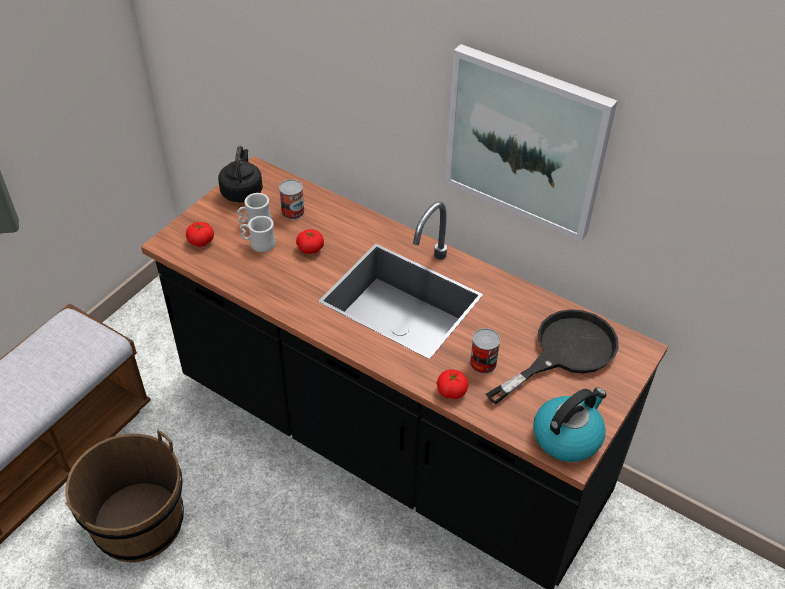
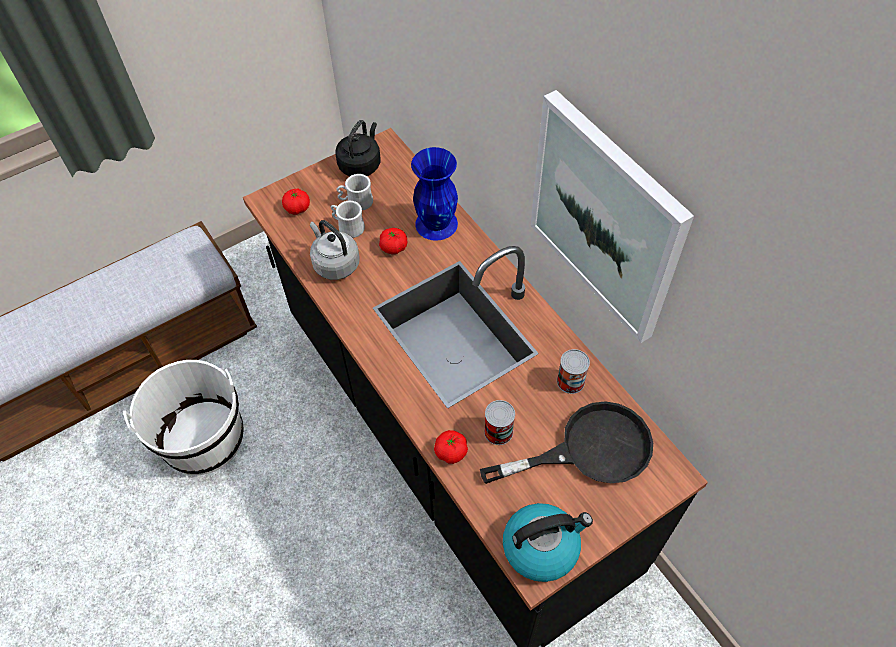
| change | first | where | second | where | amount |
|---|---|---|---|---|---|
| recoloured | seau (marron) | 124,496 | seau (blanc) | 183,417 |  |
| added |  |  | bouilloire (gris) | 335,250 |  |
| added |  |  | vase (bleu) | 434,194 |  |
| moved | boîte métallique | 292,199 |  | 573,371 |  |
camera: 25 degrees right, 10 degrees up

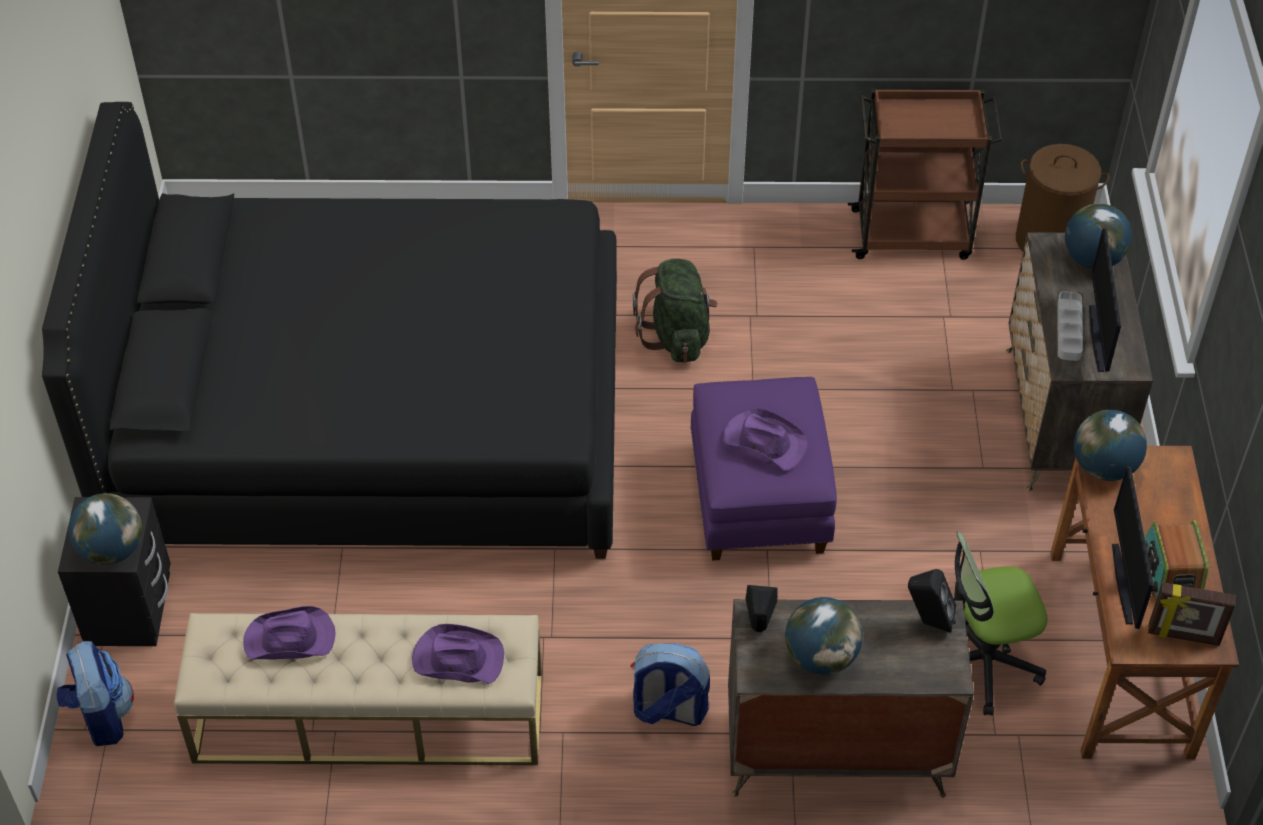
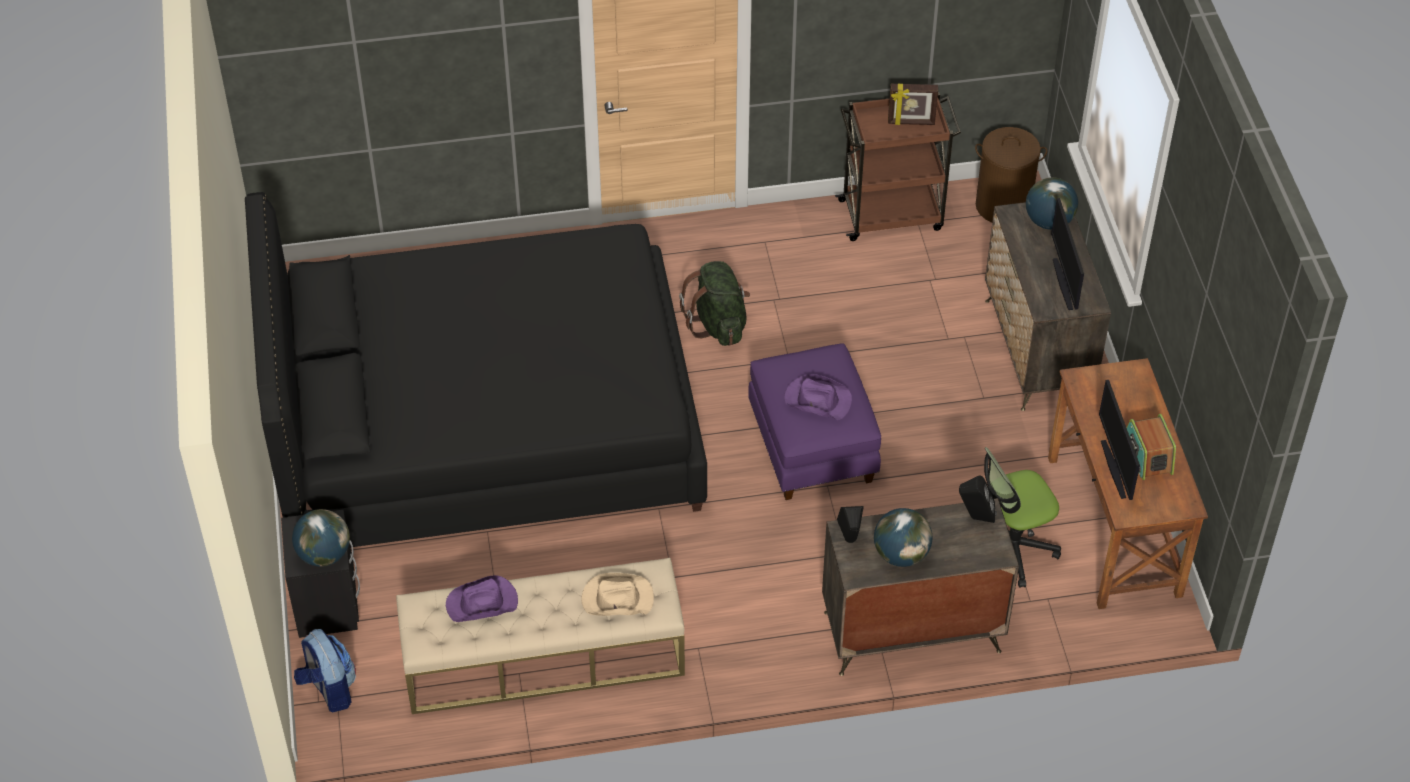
| change | first | where | second | where | amount |
|---|---|---|---|---|---|
| recoloured | chapeau (violet) | 458,654 | chapeau (beige) | 617,594 |  |
| moved | cadre photo | 1192,614 |  | 913,104 |  |
| removed | sac à dos | 670,684 |  |  |  |
| removed | plateau (gris) | 1070,326 |  |  |  |
| removed | globe | 1110,445 |  |  |  |
camera: 10 degrees left, 0 degrees up

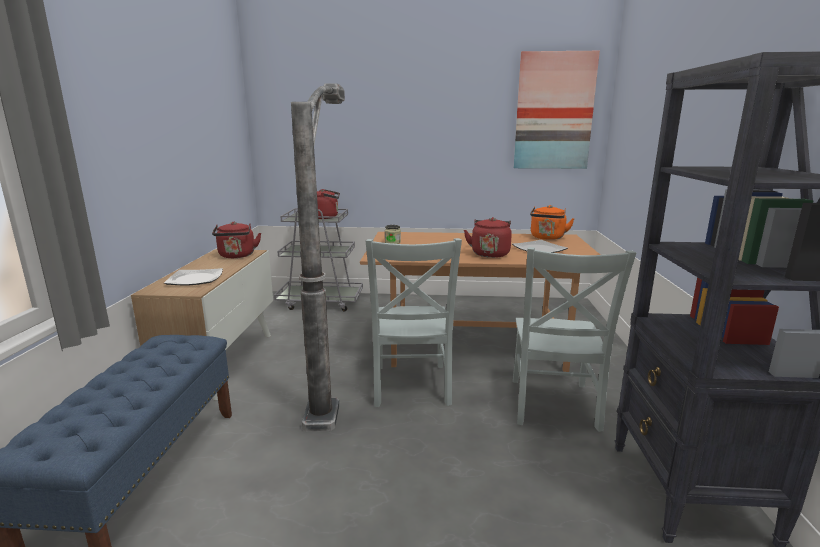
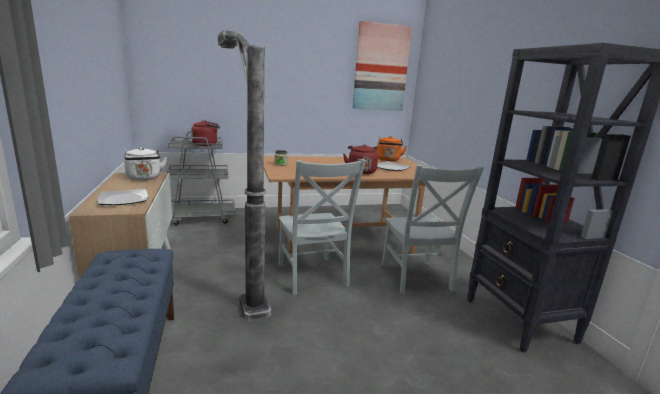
| change | first | where | second | where | amount |
|---|---|---|---|---|---|
| recoloured | bouilloire (rouge) | 236,240 | bouilloire (blanc) | 145,163 |  |
camera: 20 degrees left, 0 degrees up

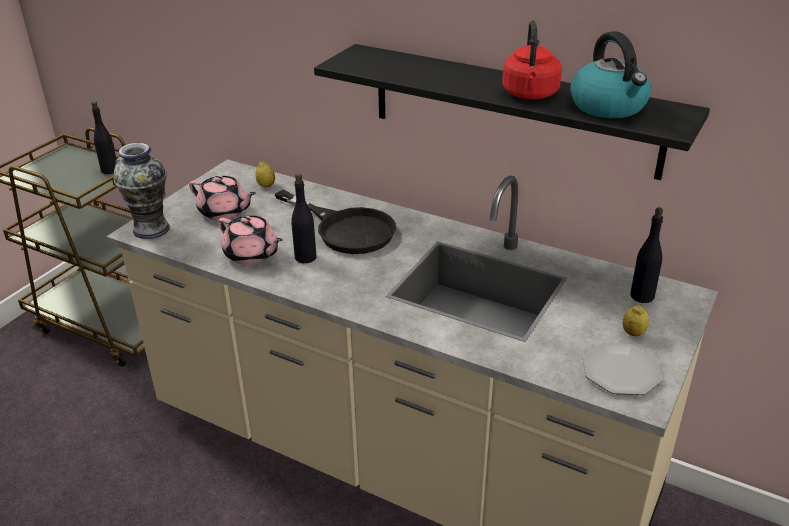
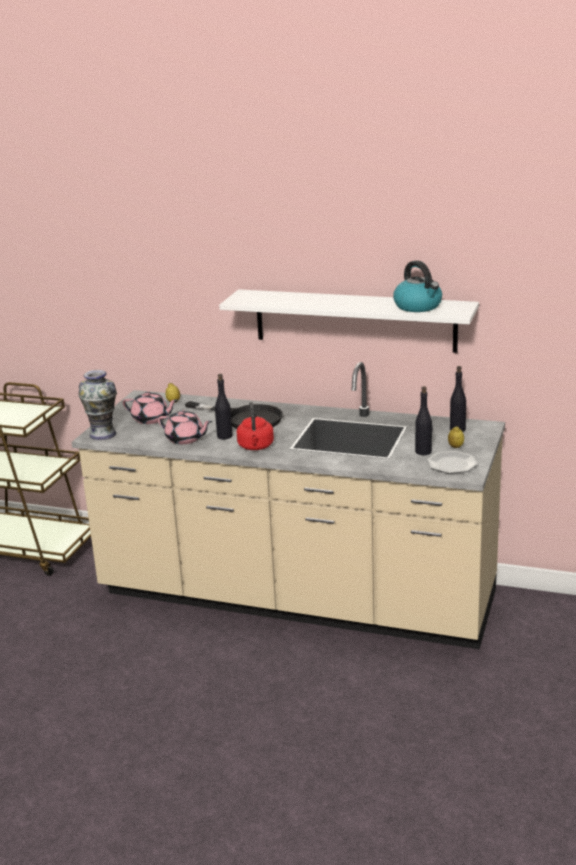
| change | first | where | second | where | amount |
|---|---|---|---|---|---|
| recoloured | étagère (noir) | 512,112 | étagère (blanc) | 349,321 |  |
| moved | bouilloire (rouge) | 532,59 |  | 255,426 |  |
| moved | bouteille (noir) | 103,137 |  | 424,420 |  |
camera: 10 degrees left, 10 degrees down

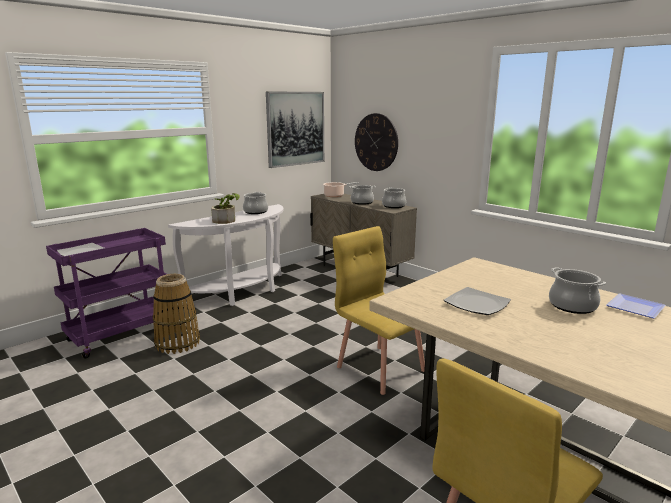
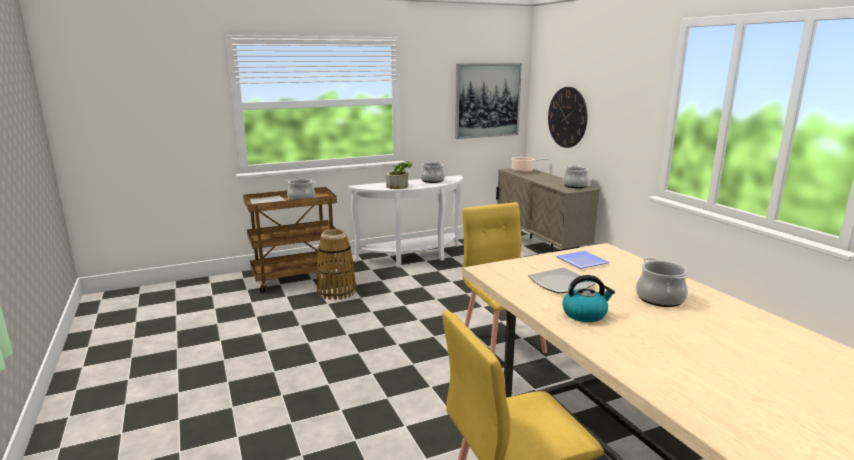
| change | first | where | second | where | amount |
|---|---|---|---|---|---|
| recoloured | chariot (violet) | 106,293 | chariot (marron) | 290,240 |  |
| moved | marmite | 362,195 |  | 300,189 |  |
| moved | assiette | 636,305 |  | 583,260 |  |
| added |  |  | bouilloire | 588,298 |  |
camera: 20 degrees right, 0 degrees up

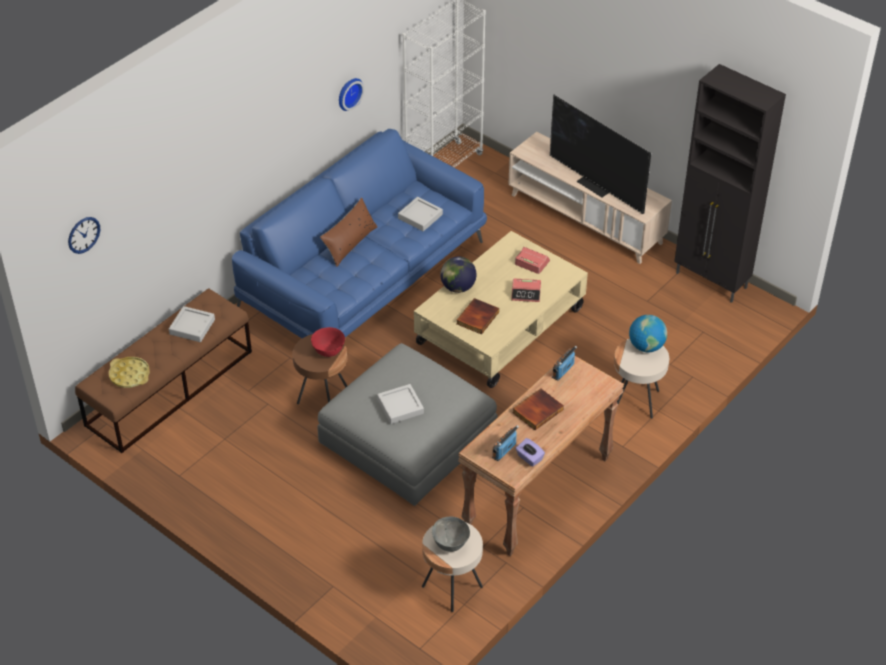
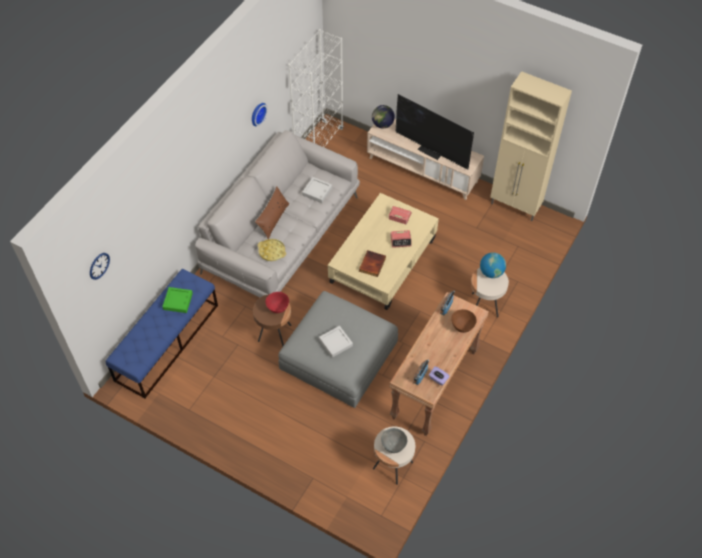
| change | first | where | second | where | amount |
|---|---|---|---|---|---|
| recoloured | banc (marron) | 163,371 | banc (bleu) | 162,333 |  |
| recoloured | plateau (gris) | 192,324 | plateau (vert) | 177,300 |  |
| recoloured | canapé (bleu) | 359,233 | canapé (gris) | 277,214 |  |
| moved | plateau (jaune) | 129,372 |  | 271,250 |  |
| moved | globe | 458,275 |  | 383,116 |  |
| added |  |  | bol (marron) | 464,321 |  |
| recoloured | meuble de rangement (noir) | 730,183 | meuble de rangement (beige) | 531,146 |  |
| removed | livre | 538,409 |  |  |  |
camera: 10 degrees left, 10 degrees up

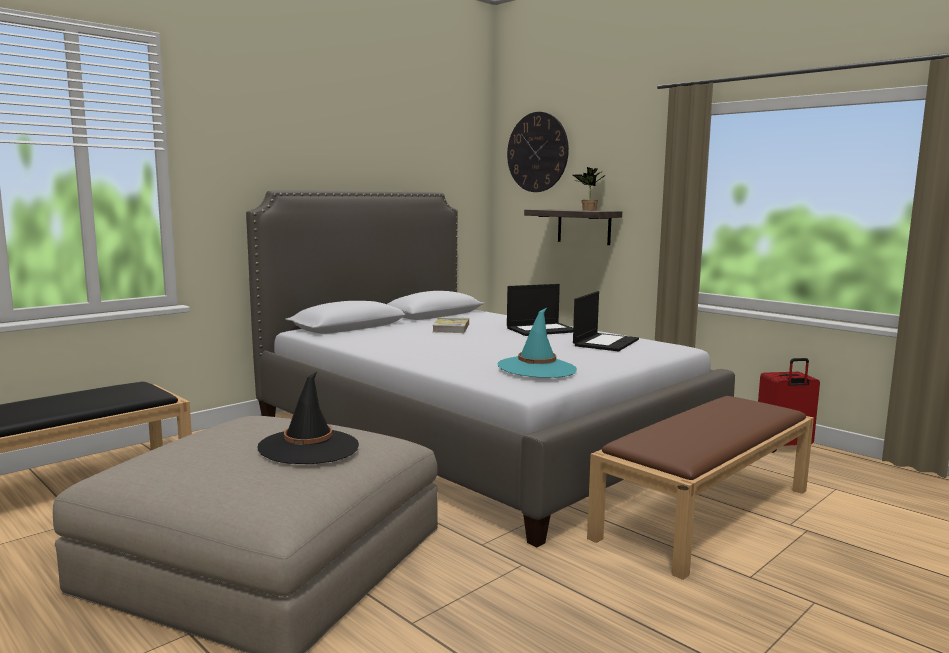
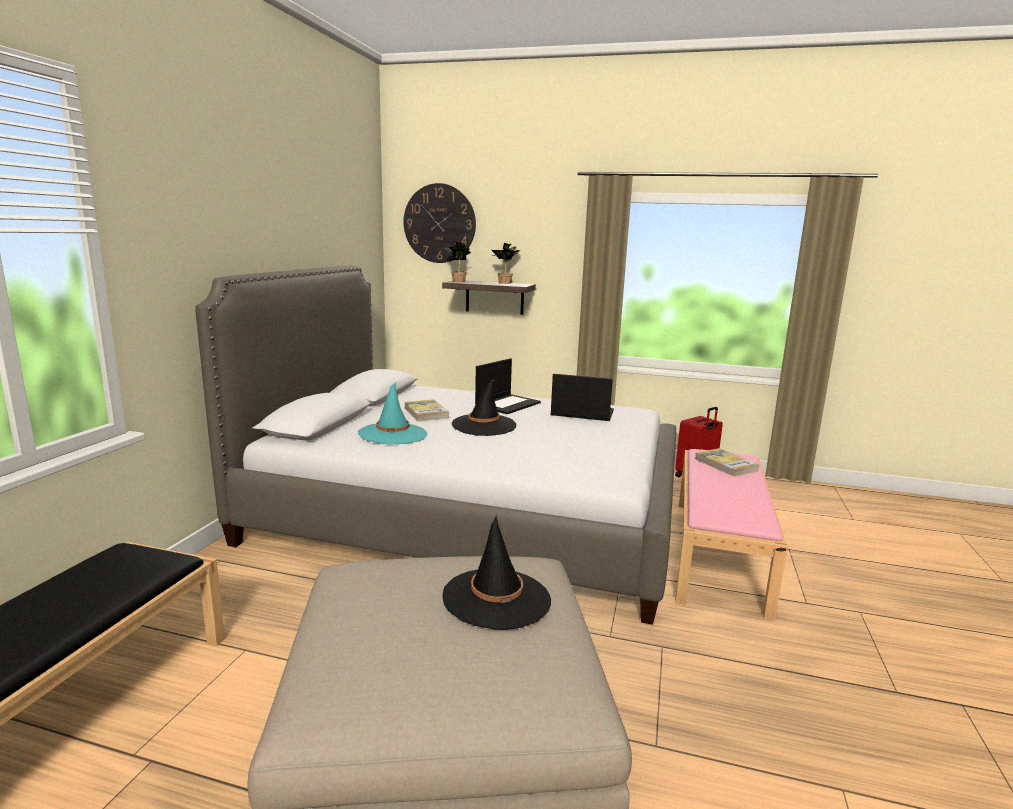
| change | first | where | second | where | amount |
|---|---|---|---|---|---|
| moved | chapeau (turquoise) | 537,343 |  | 392,412 |  |
| added |  |  | plante en pot | 457,261 |  |
| added |  |  | chapeau (noir) | 484,407 |  |
| turned | ordinateur portable | 606,321 |  | 582,397 | 75 degrees counterclockwise |
| recoloured | banc (marron) | 700,488 | banc (rose) | 731,535 |  |
| added |  |  | livre | 727,462 |  |
camera: 30 degrees left, 5 degrees up

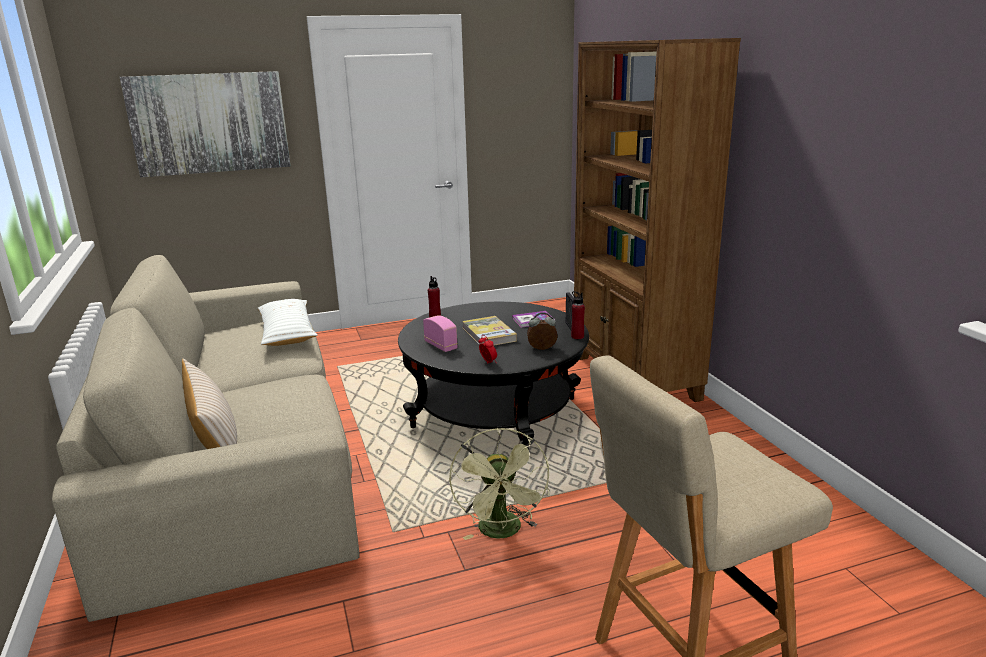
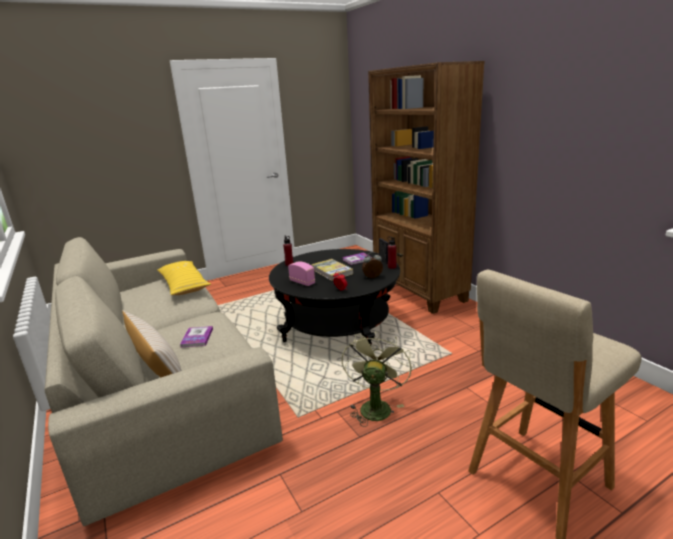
| change | first | where | second | where | amount |
|---|---|---|---|---|---|
| recoloured | coussin (blanc) | 287,322 | coussin (jaune) | 184,278 |  |
| added |  |  | livre | 196,336 |  |
| turned | ventilateur (vert) | 499,484 |  | 377,378 | 150 degrees counterclockwise |
| removed | tableau | 205,124 |  |  |  |
camera: 10 degrees left, 0 degrees up

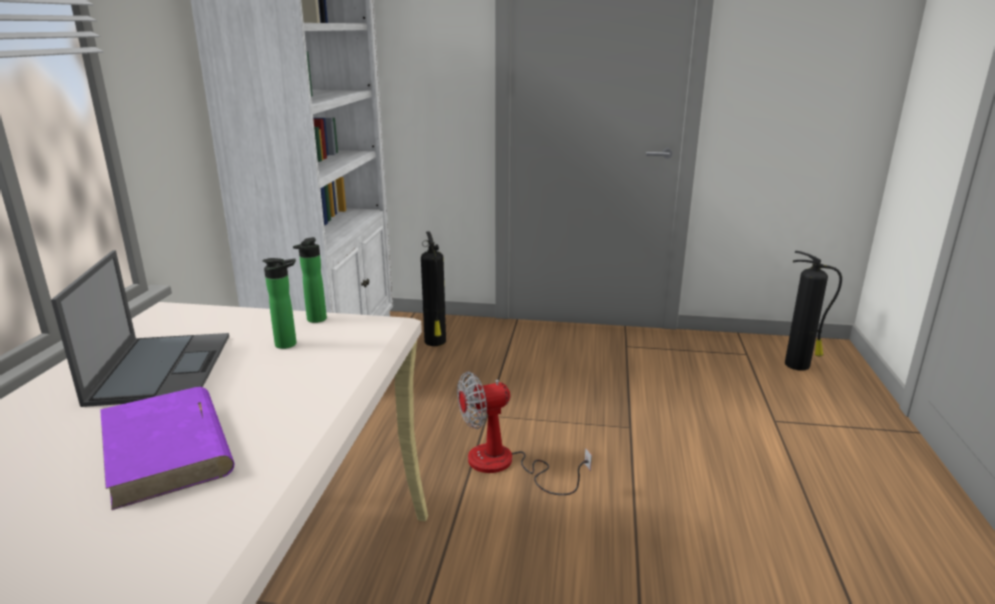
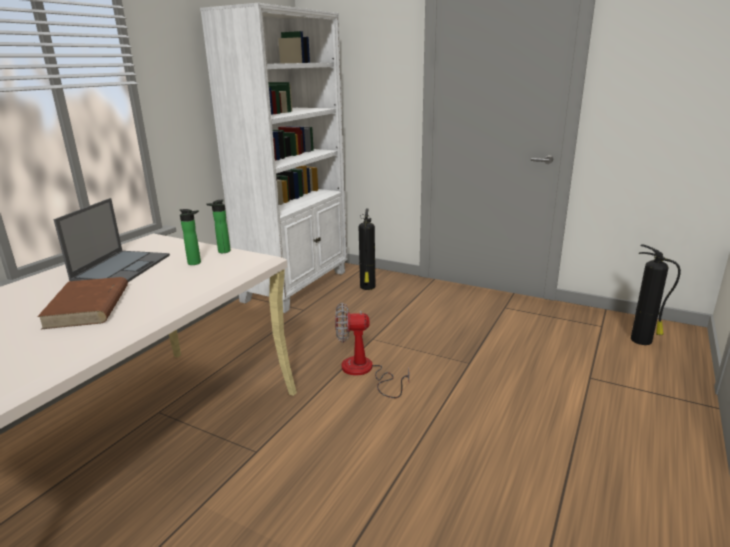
| change | first | where | second | where | amount |
|---|---|---|---|---|---|
| recoloured | livre (violet) | 167,448 | livre (marron) | 82,303 |  |
camera: 20 degrees right, 0 degrees up

